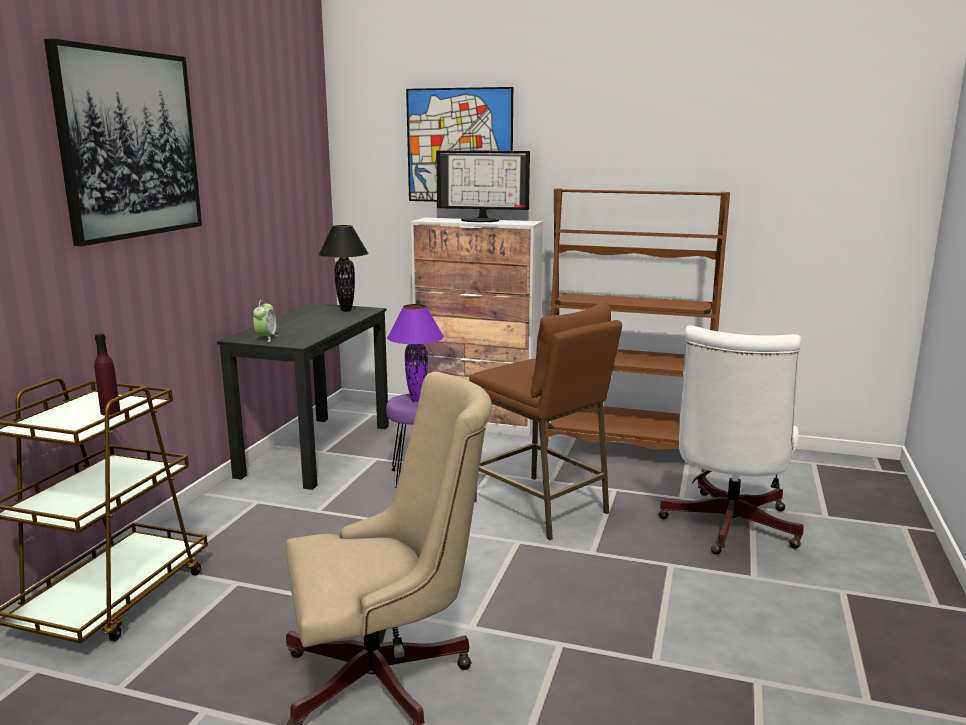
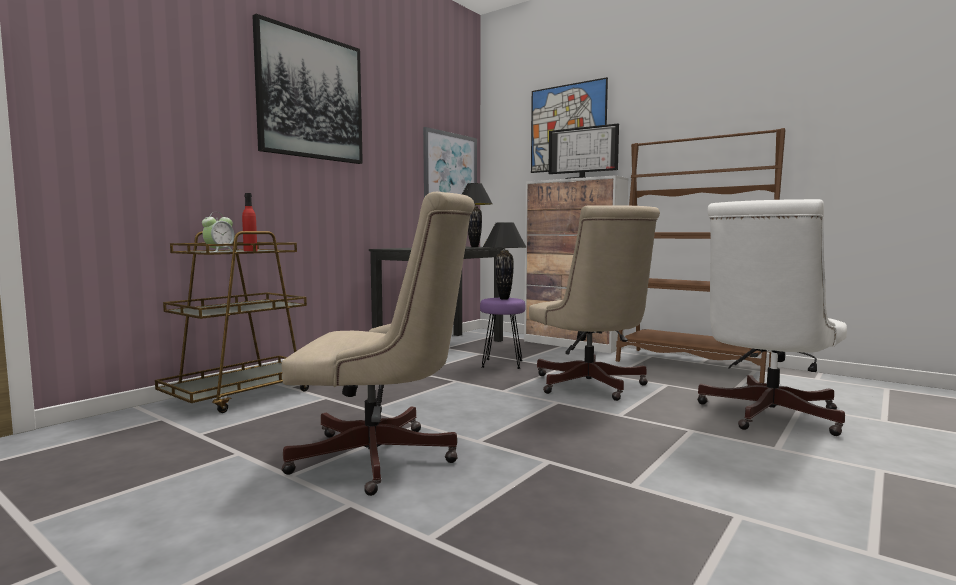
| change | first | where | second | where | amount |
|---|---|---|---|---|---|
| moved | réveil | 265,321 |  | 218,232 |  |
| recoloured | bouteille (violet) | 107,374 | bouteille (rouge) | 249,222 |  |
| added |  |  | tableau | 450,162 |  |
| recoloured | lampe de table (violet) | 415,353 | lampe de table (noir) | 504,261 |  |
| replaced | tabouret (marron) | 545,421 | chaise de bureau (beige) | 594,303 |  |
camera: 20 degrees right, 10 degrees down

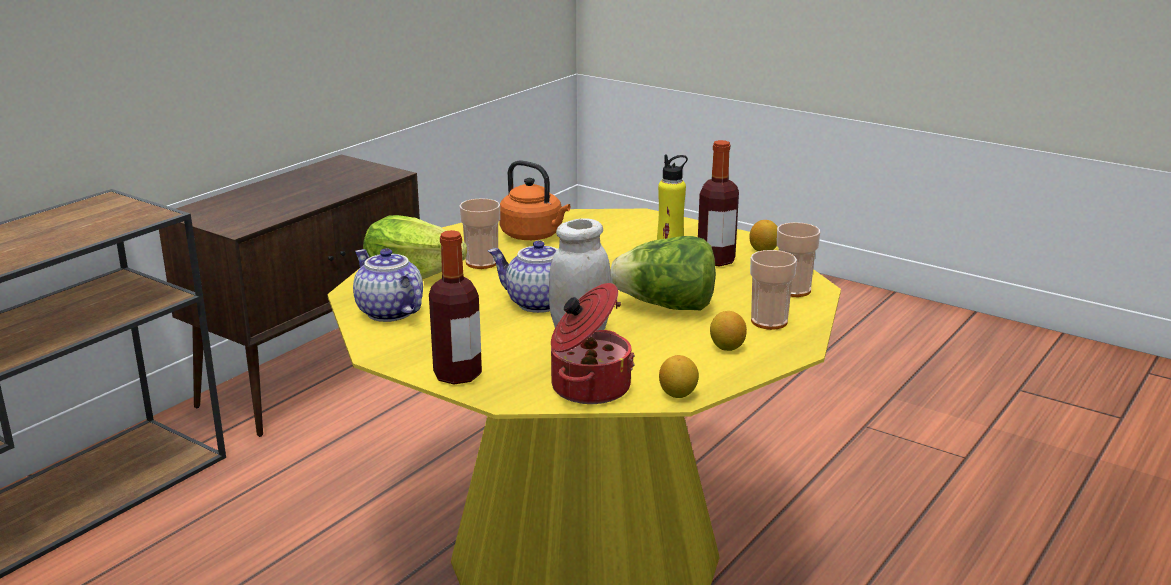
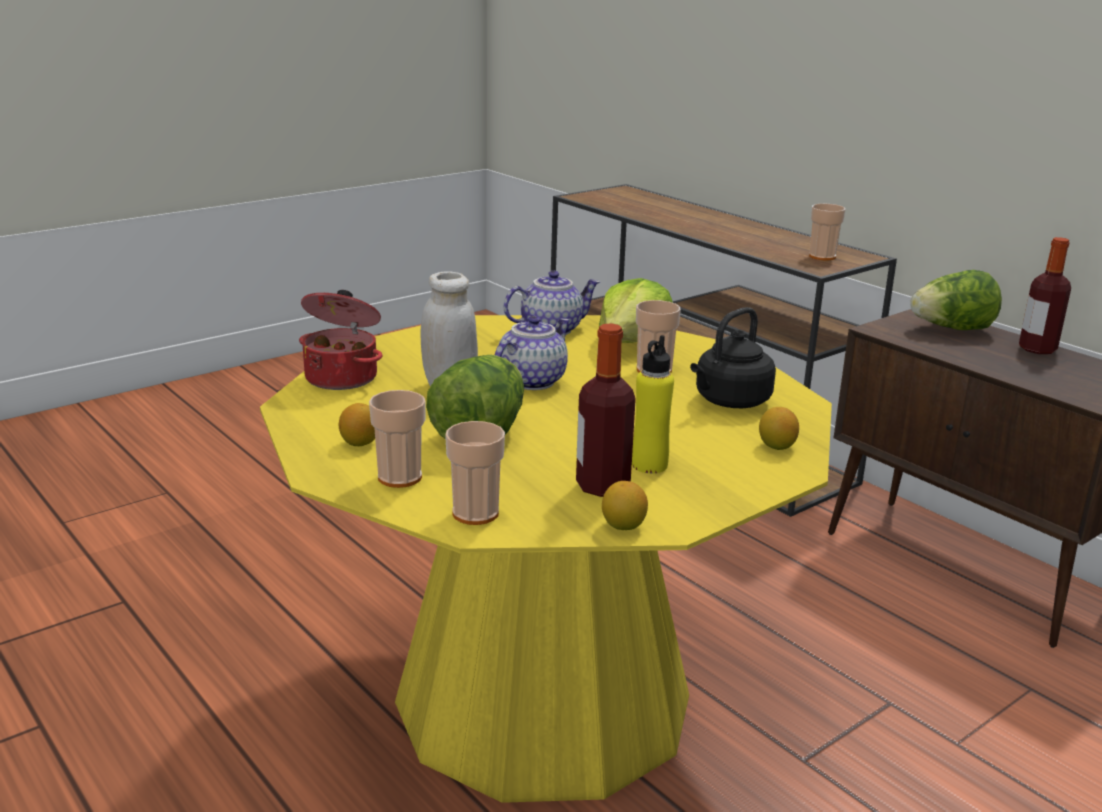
| change | first | where | second | where | amount |
|---|---|---|---|---|---|
| recoloured | bouilloire (orange) | 534,200 | bouilloire (noir) | 733,357 |  |
| moved | citron | 679,376 |  | 779,428 |  |
| added |  |  | tasse | 827,232 |  |
| added |  |  | laitue | 956,300 |  |
| moved | bouteille | 455,307 |  | 1045,295 |  |
camera: 105 degrees right, 0 degrees up

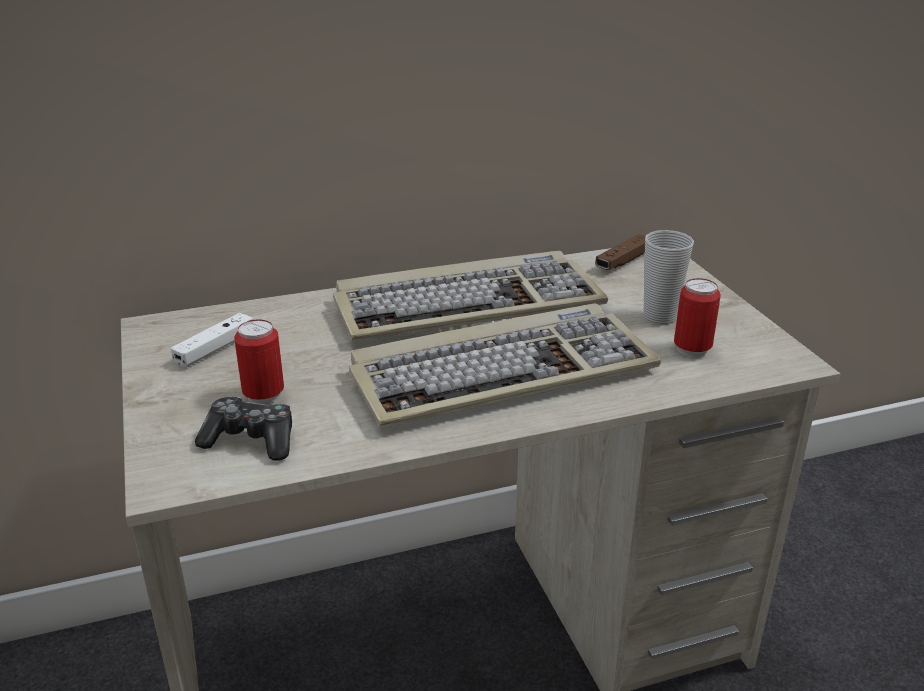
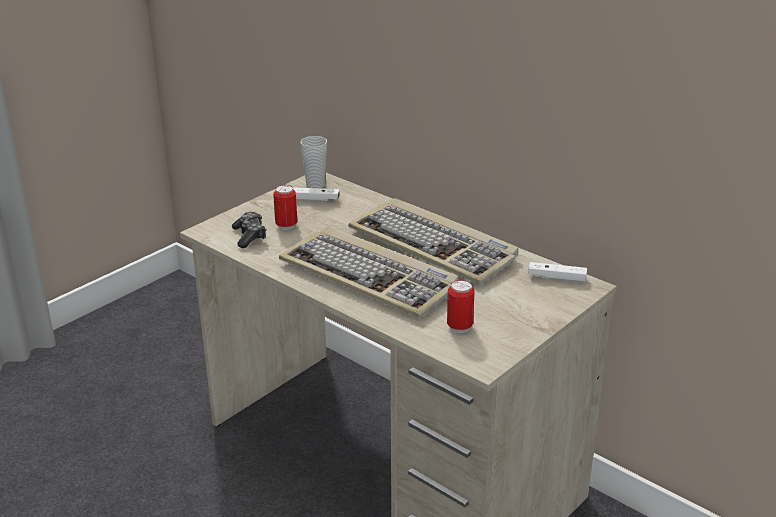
| change | first | where | second | where | amount |
|---|---|---|---|---|---|
| moved | tasse | 668,277 |  | 313,162 |  |
| recoloured | manette (marron) | 620,252 | manette (blanc) | 557,272 |  |
camera: 60 degrees right, 0 degrees up

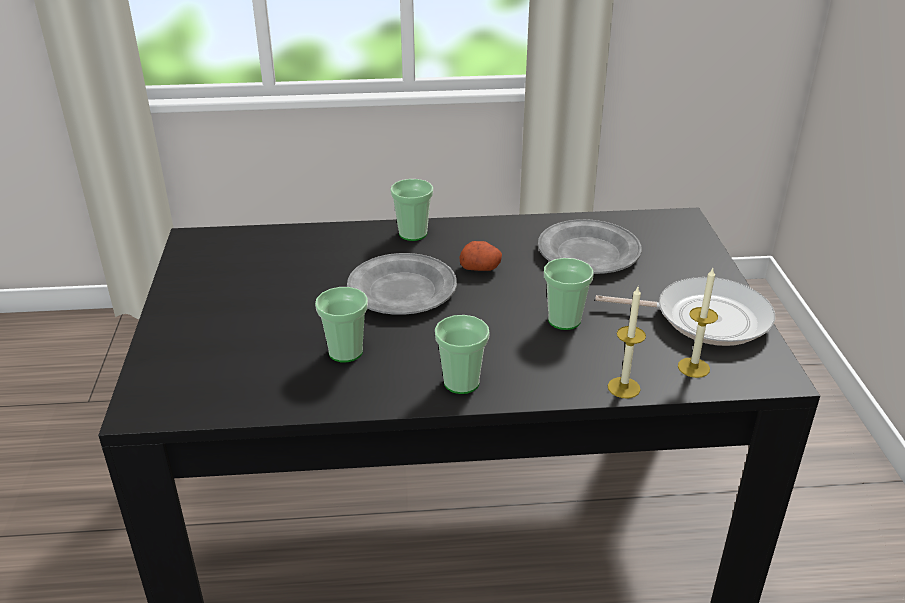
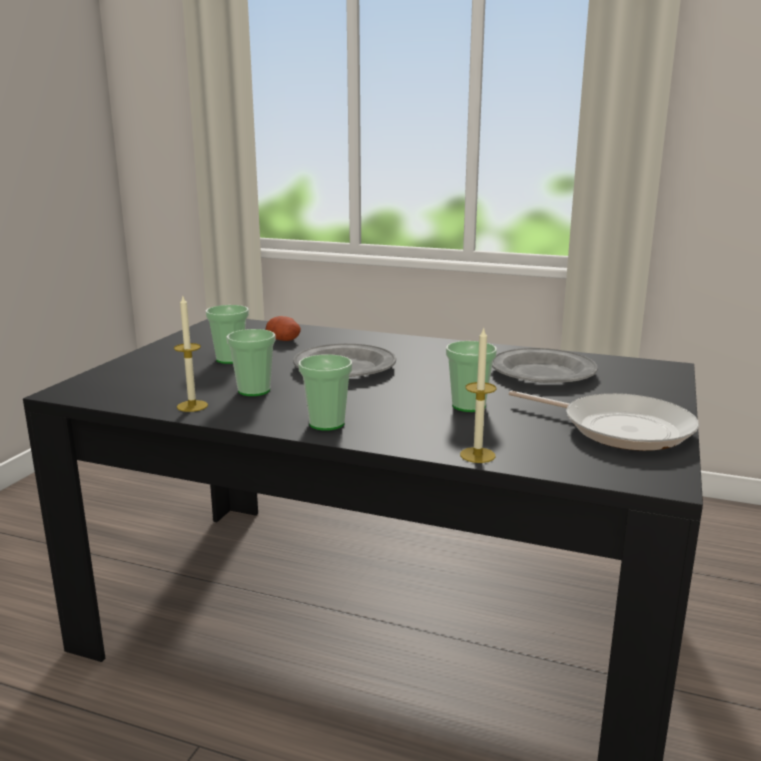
| change | first | where | second | where | amount |
|---|---|---|---|---|---|
| moved | bougie | 698,323 |  | 191,354 |  |
| moved | tasse | 411,210 |  | 227,334 |  |
| moved | pomme de terre | 481,256 |  | 283,328 |  |
camera: 25 degrees right, 15 degrees down

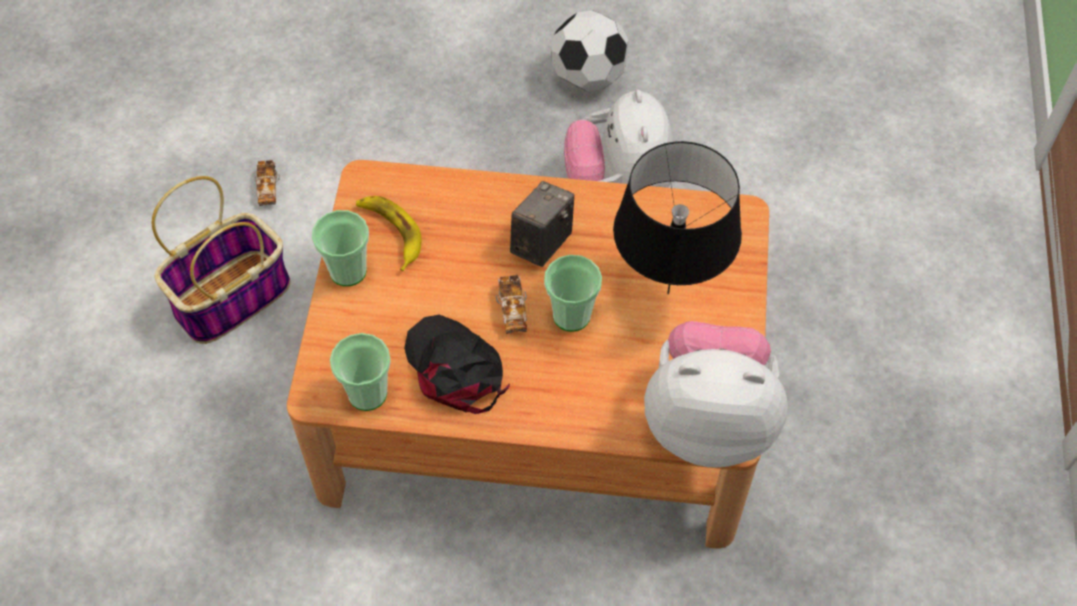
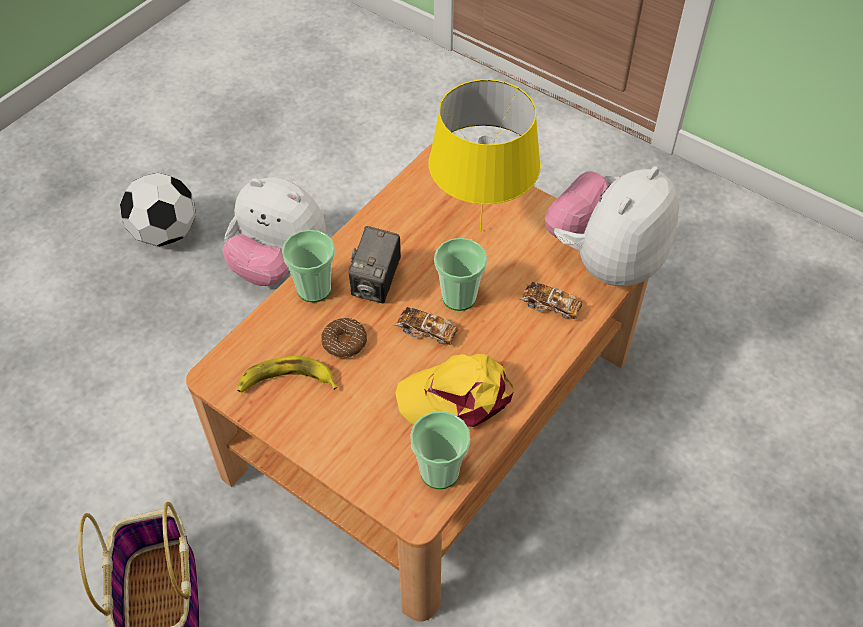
| change | first | where | second | where | amount |
|---|---|---|---|---|---|
| moved | tasse | 340,248 |  | 308,266 |  |
| added |  |  | beignet | 344,338 |  |
| turned | appareil photo | 542,224 |  | 375,264 | 135 degrees counterclockwise |
| recoloured | casquette (noir) | 457,364 | casquette (jaune) | 454,390 |  |
| recoloured | lampe de table (noir) | 677,218 | lampe de table (jaune) | 484,155 |  |
| moved | petite voiture | 267,183 |  | 550,300 |  |
camera: 60 degrees left, 5 degrees down

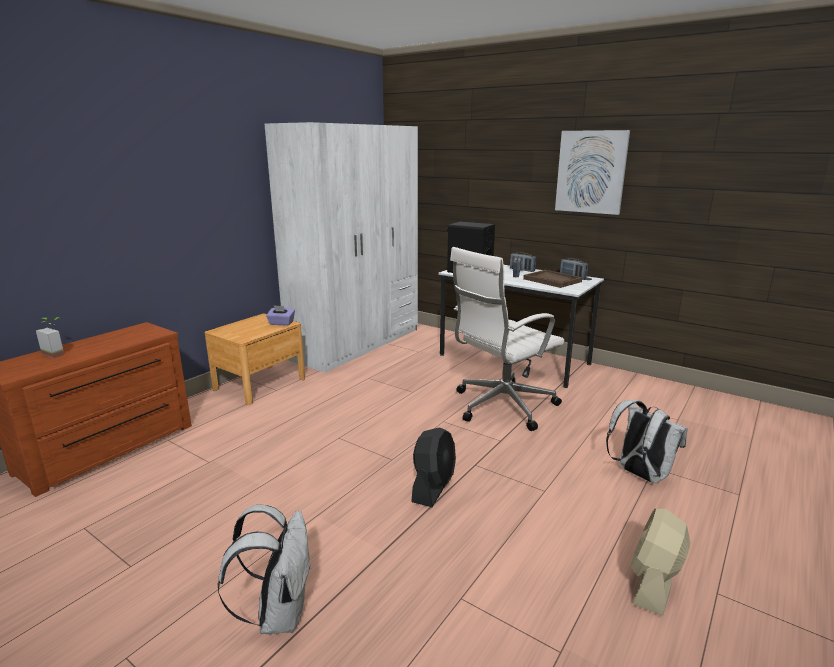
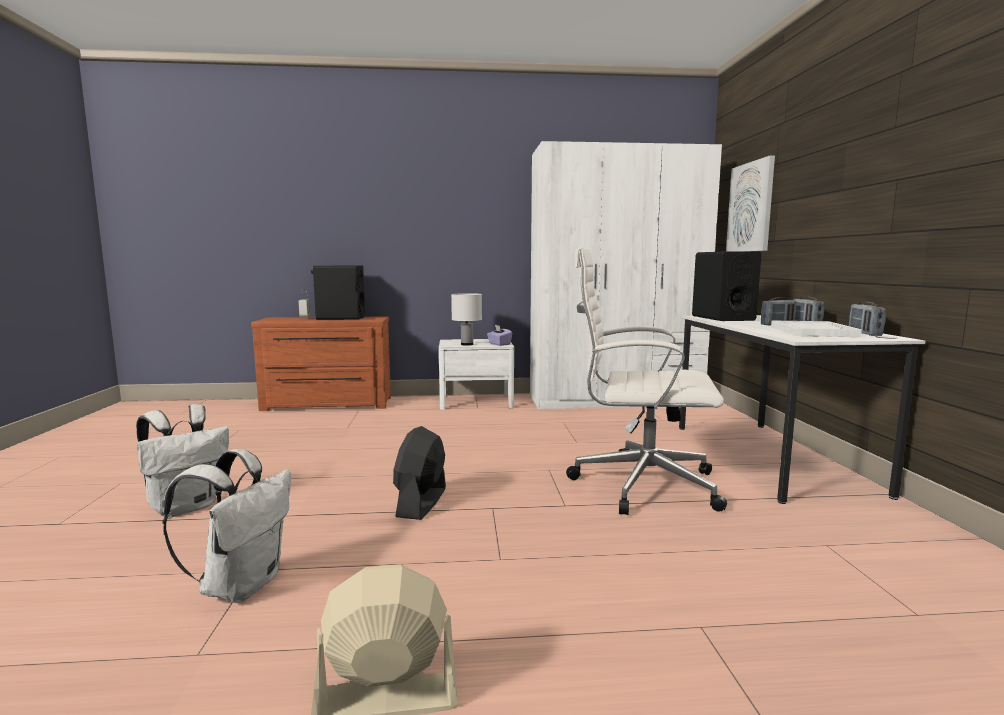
| change | first | where | second | where | amount |
|---|---|---|---|---|---|
| moved | sac à dos (blanc) | 647,441 |  | 226,526 |  |
| added |  |  | enceinte (noir) | 338,293 |  |
| turned | ventilateur (noir) | 433,467 |  | 419,473 | 120 degrees clockwise |
| recoloured | table de chevet (marron) | 255,359 | table de chevet (blanc) | 476,374 |  |
| added |  |  | lampe de table (blanc) | 466,319 |  |
| moved | tableau | 592,172 |  | 750,203 |  |
| recoloured | plateau (marron) | 552,279 | plateau (blanc) | 816,328 |  |
camera: 50 degrees right, 10 degrees down

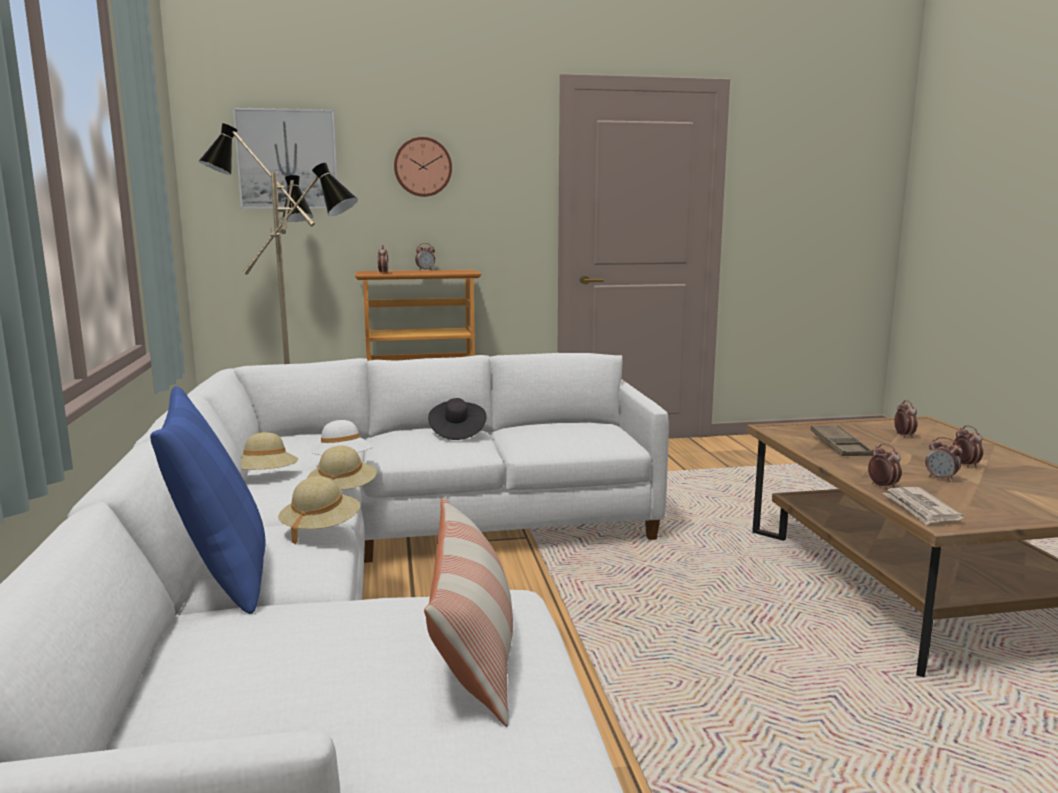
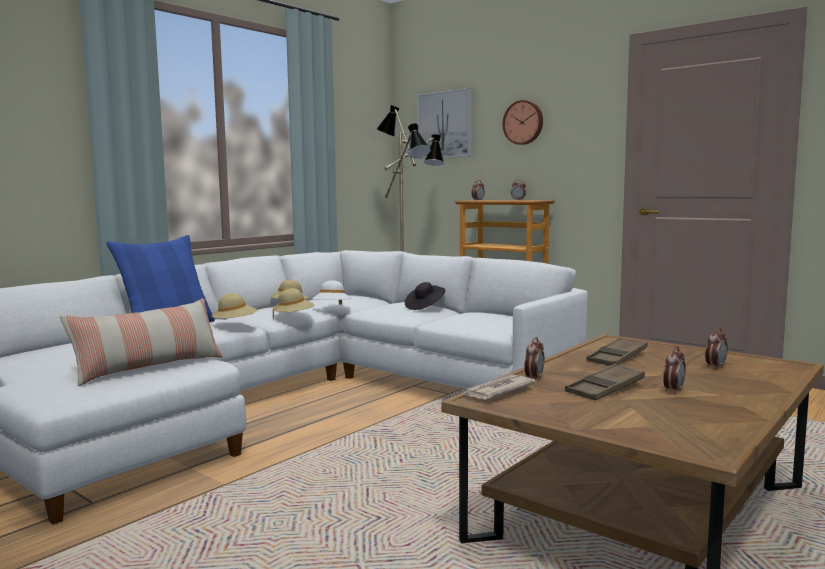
| change | first | where | second | where | amount |
|---|---|---|---|---|---|
| replaced | réveil | 943,459 | plateau (marron) | 605,382 |  |
camera: 50 degrees right, 5 degrees down

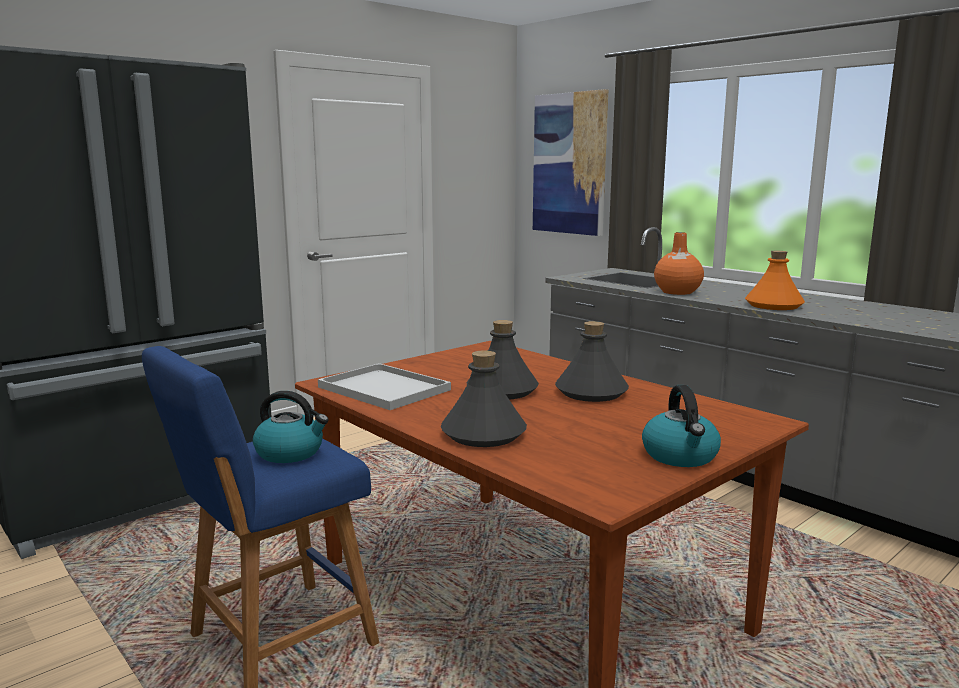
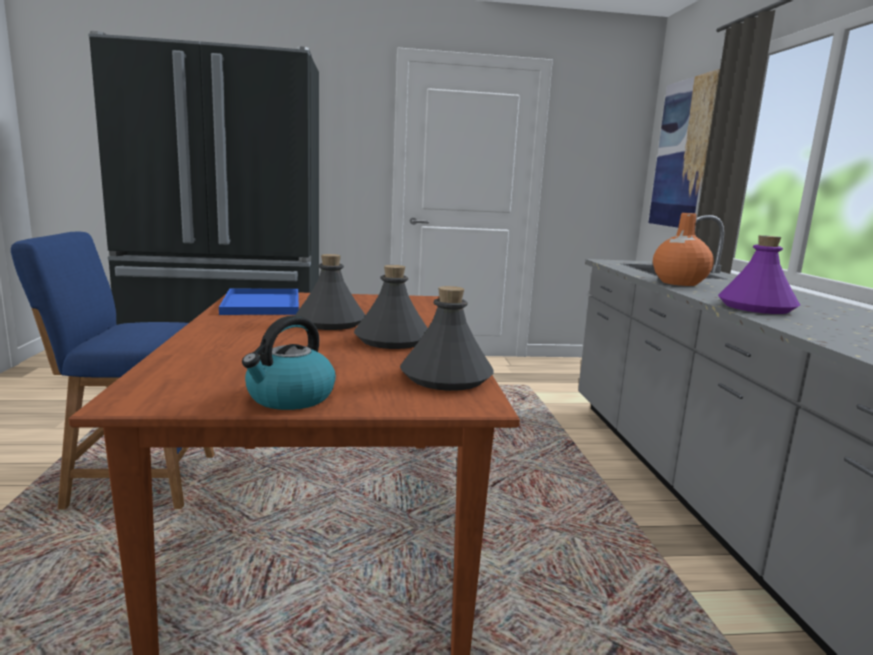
| change | first | where | second | where | amount |
|---|---|---|---|---|---|
| recoloured | plateau (blanc) | 384,386 | plateau (bleu) | 259,301 |  |
| moved | bouteille (gris) | 484,398 |  | 446,338 |  |
| recoloured | bouteille (orange) | 775,280 | bouteille (violet) | 759,274 |  |
| removed | bouilloire | 291,427 |  |  |  |
camera: 35 degrees right, 0 degrees up

